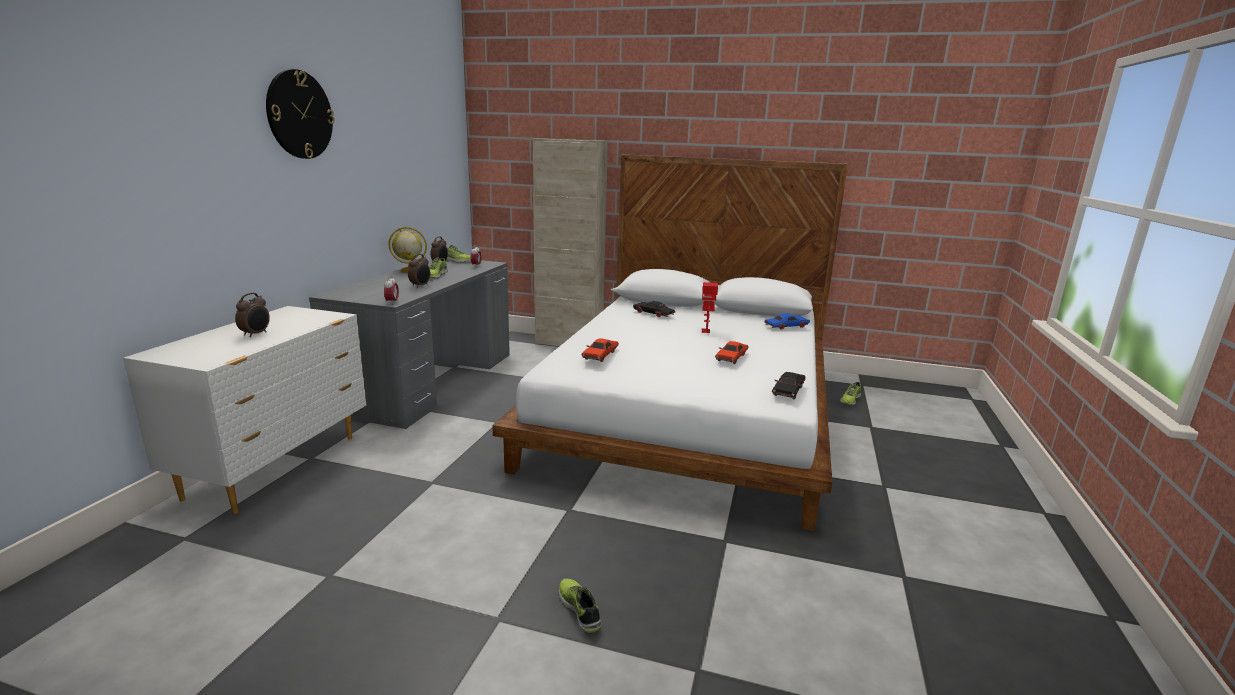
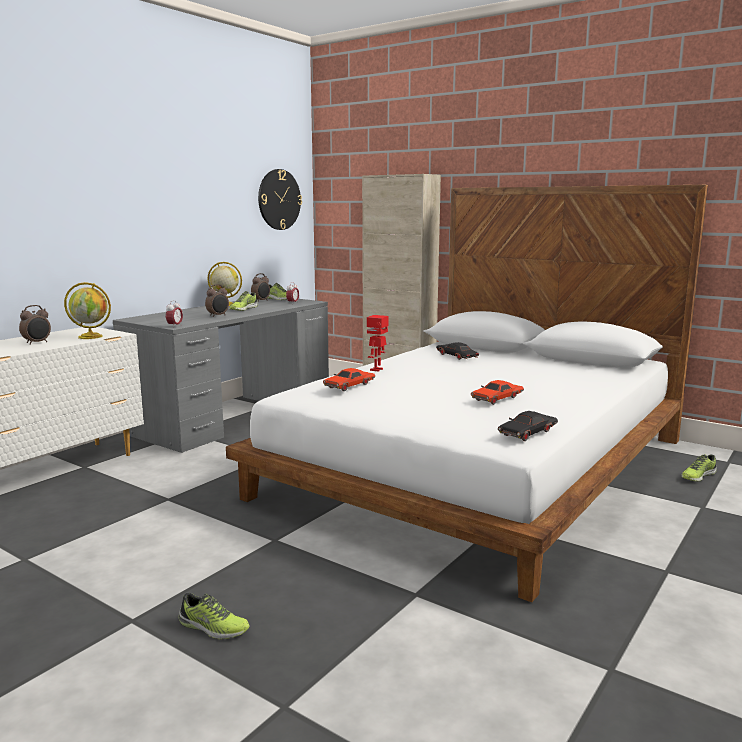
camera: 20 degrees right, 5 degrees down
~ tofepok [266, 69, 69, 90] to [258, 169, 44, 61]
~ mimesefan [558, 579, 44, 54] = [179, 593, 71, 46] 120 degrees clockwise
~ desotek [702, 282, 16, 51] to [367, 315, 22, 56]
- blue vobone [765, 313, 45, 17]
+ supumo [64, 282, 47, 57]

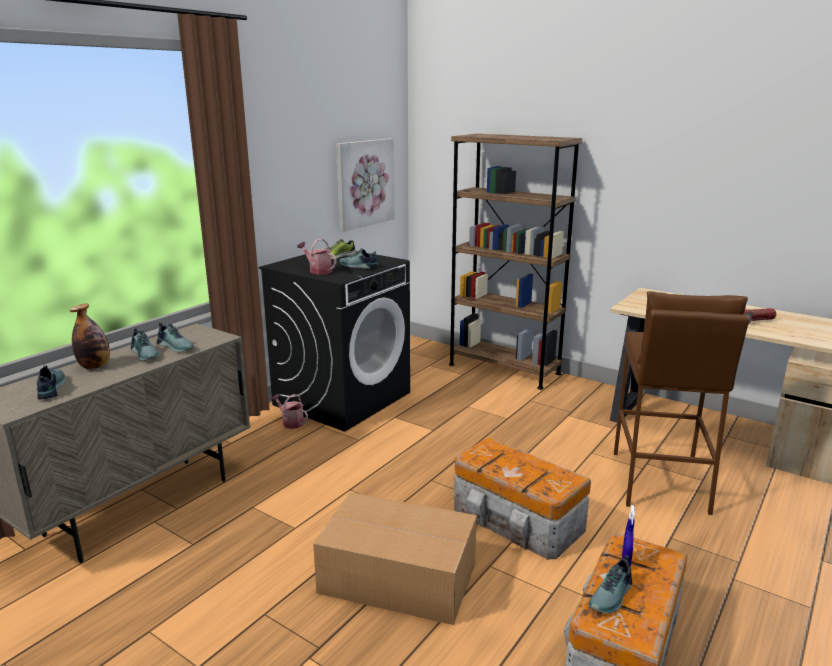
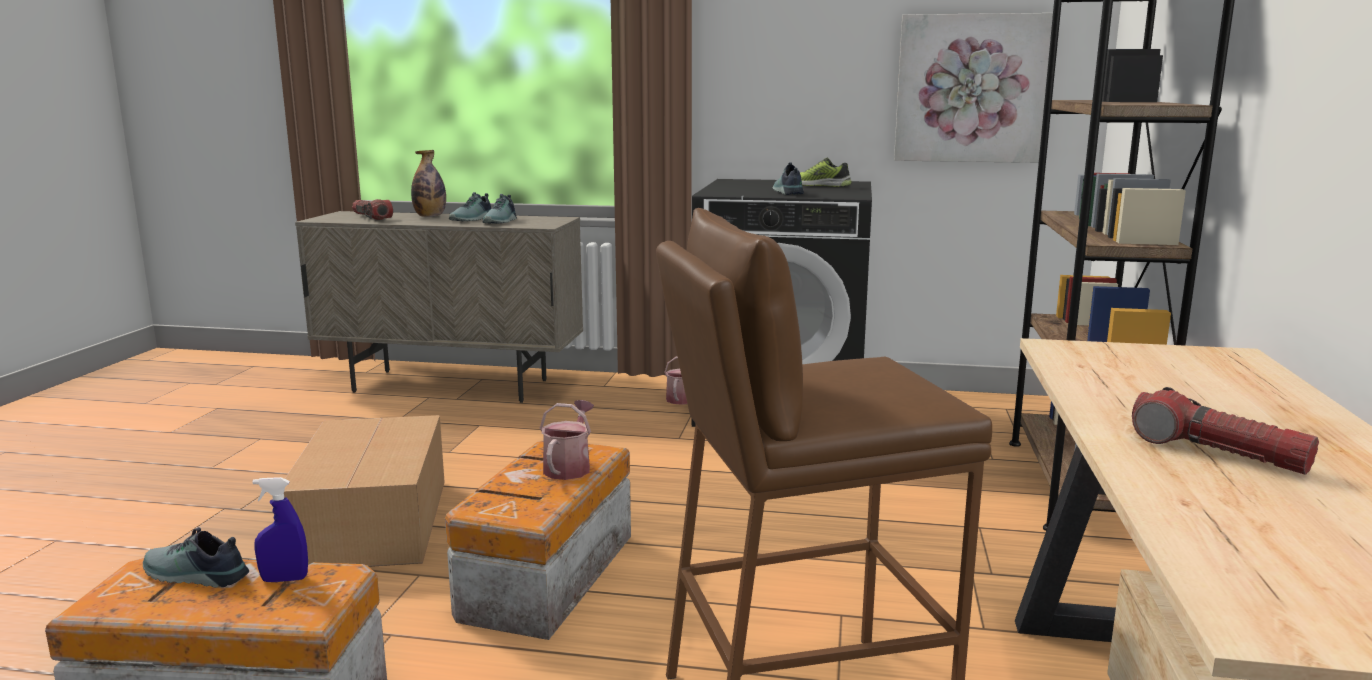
camera: 65 degrees right, 5 degrees down
~ mimesefan [37, 365, 29, 35] to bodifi [352, 199, 41, 21]
~ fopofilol [297, 239, 40, 35] to [540, 400, 54, 80]

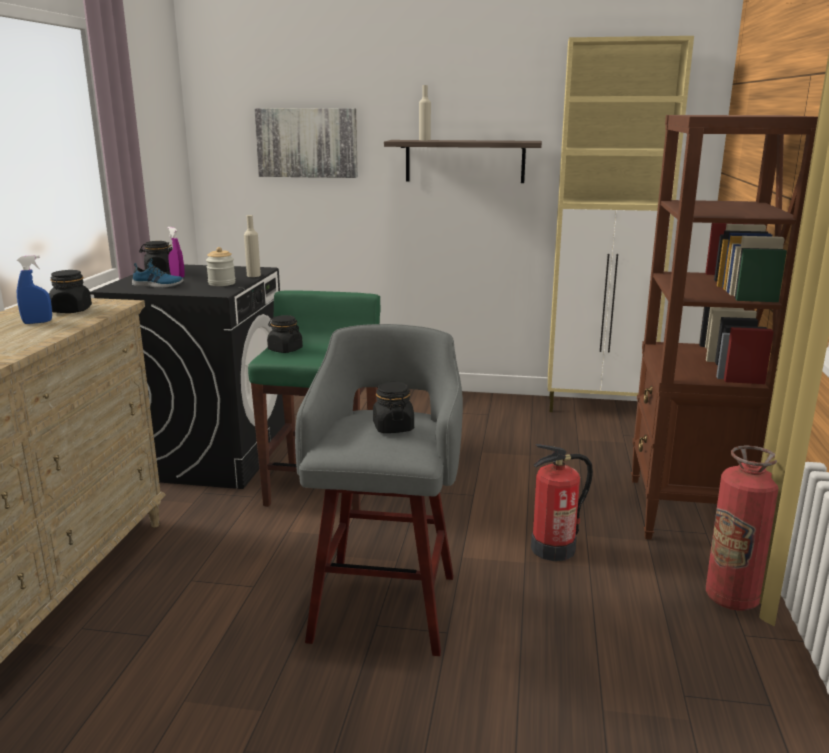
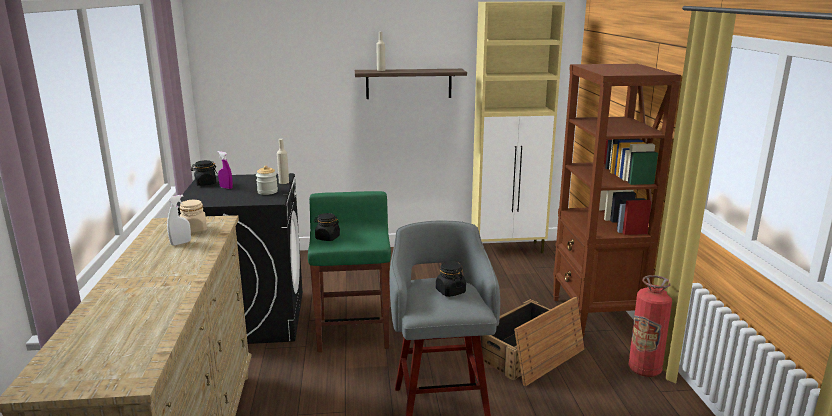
camera: 15 degrees left, 0 degrees up
~ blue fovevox [17, 255, 35, 69] to white fovevox [167, 195, 24, 51]
~ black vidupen [49, 270, 43, 43] to beige vidupen [179, 199, 28, 34]
- mimesefan [132, 259, 52, 29]
- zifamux [254, 108, 104, 70]
~ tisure [531, 444, 62, 117] to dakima [472, 297, 113, 89]

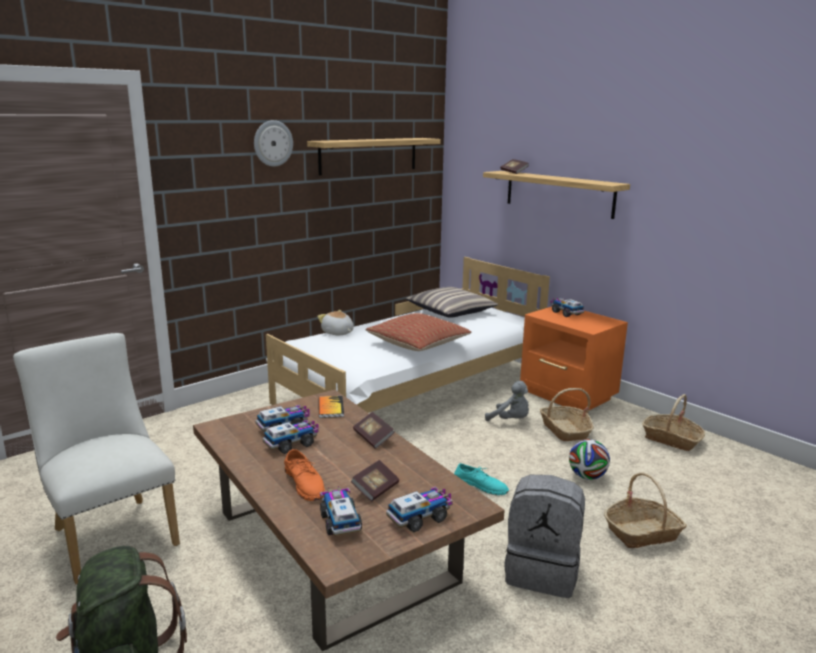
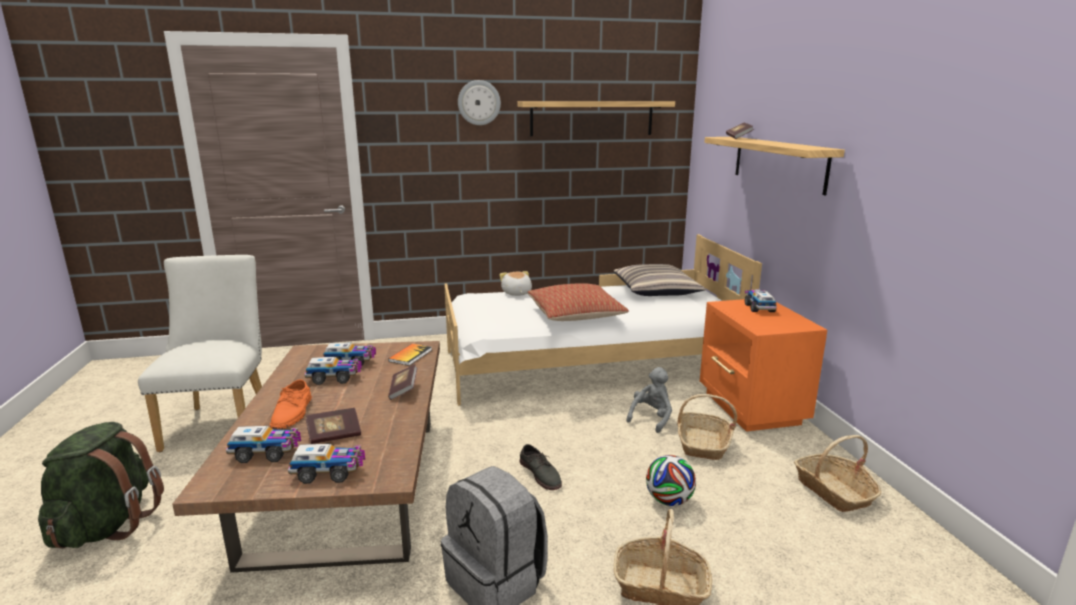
camera: 30 degrees right, 0 degrees up
~ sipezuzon [320, 486, 42, 50] = [226, 426, 75, 37] 75 degrees clockwise
~ turquoise mimesefan [454, 463, 55, 32] to grey mimesefan [519, 444, 43, 46]
~ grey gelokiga [485, 381, 44, 40] = [626, 367, 46, 66] 120 degrees counterclockwise

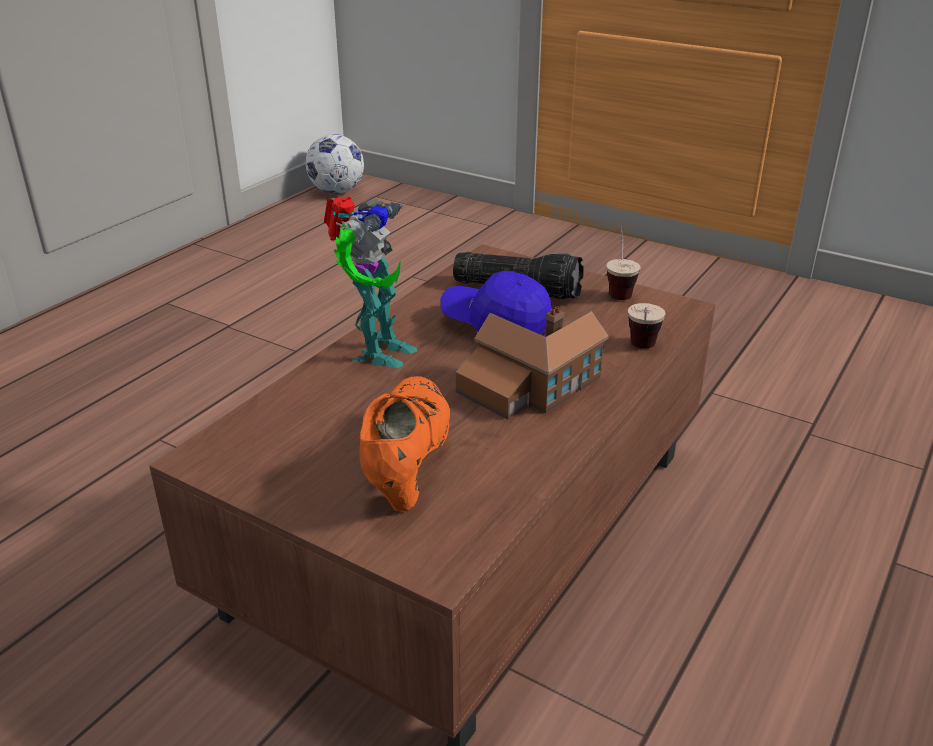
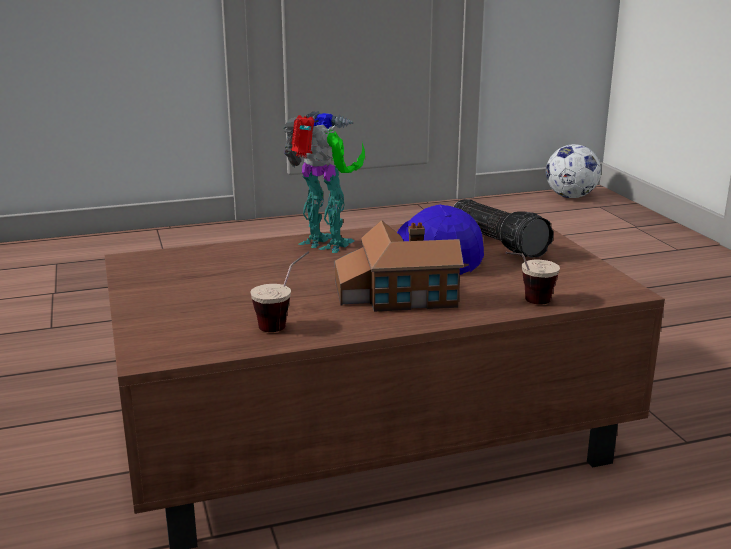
camera: 40 degrees right, 10 degrees down
~ desotek [324, 196, 93, 172] = [283, 111, 82, 142] 120 degrees counterclockwise
- orange mimesefan [360, 376, 90, 136]
~ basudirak [606, 227, 34, 73] to [250, 251, 59, 81]

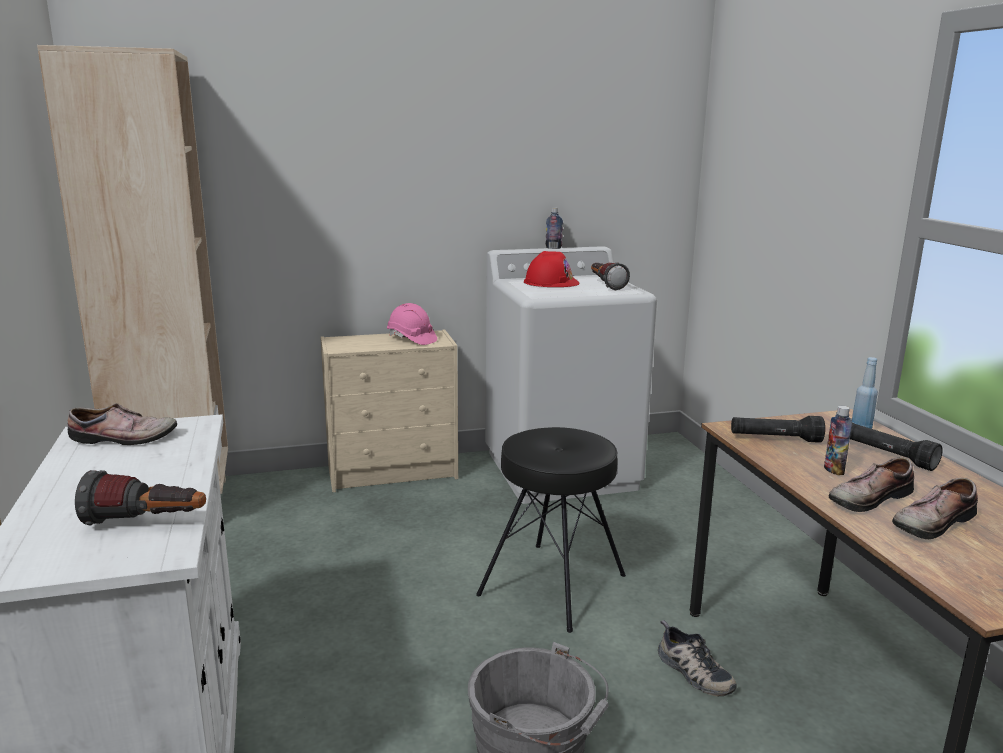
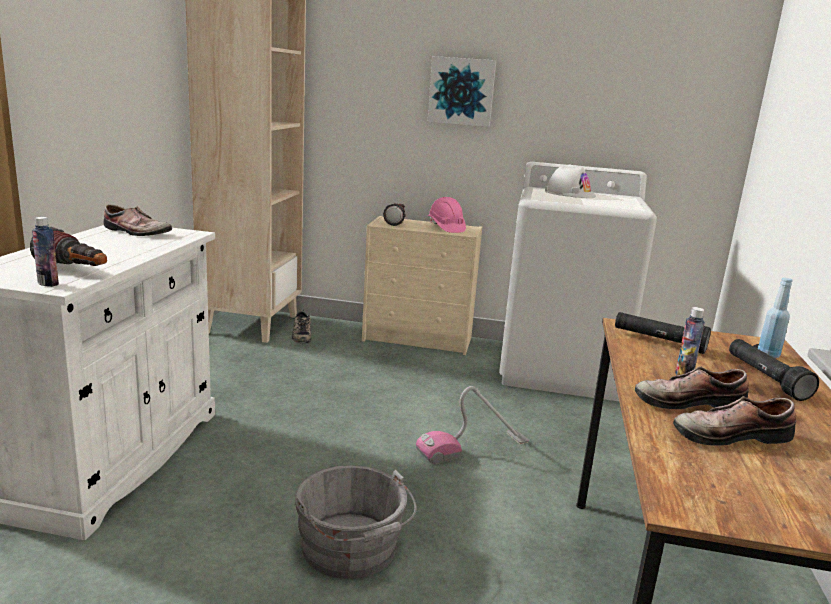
camera: 25 degrees right, 0 degrees up
~ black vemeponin [476, 427, 150, 206] to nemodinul [416, 386, 113, 79]
~ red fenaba [524, 251, 55, 36] to white fenaba [545, 165, 51, 33]
~ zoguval [545, 208, 18, 41] to [32, 217, 27, 70]
~ bodifi [591, 262, 39, 28] to [383, 203, 23, 23]
~ mimesefan [658, 620, 79, 76] to [292, 309, 20, 34]
+ zifamux [428, 56, 68, 71]

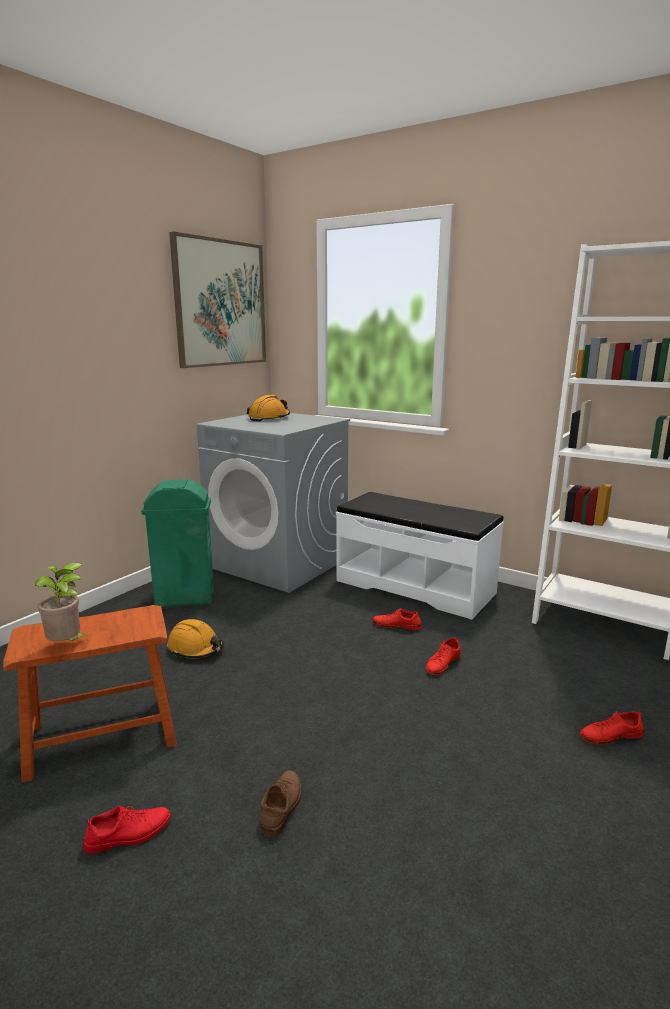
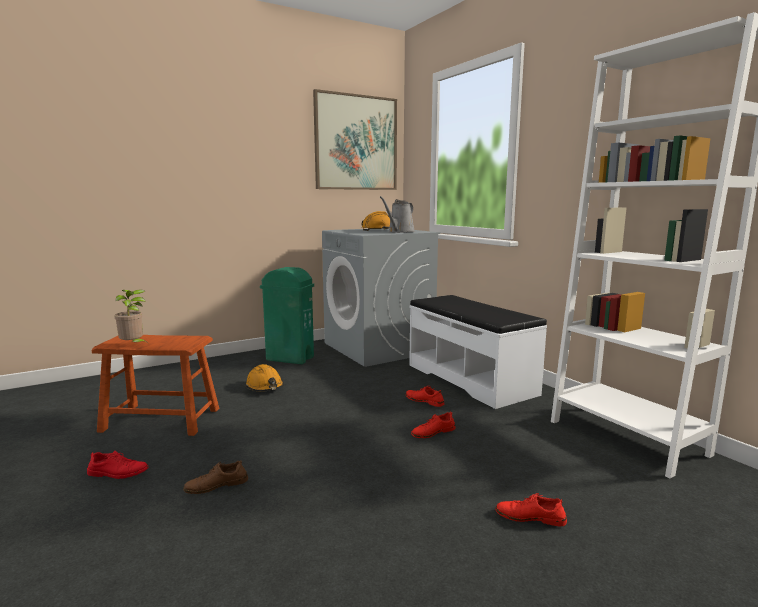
camera: 25 degrees right, 5 degrees down
~ brown mimesefan [260, 770, 41, 67] = [183, 460, 65, 34] 150 degrees counterclockwise
+ grey fopofilol [380, 196, 35, 37]

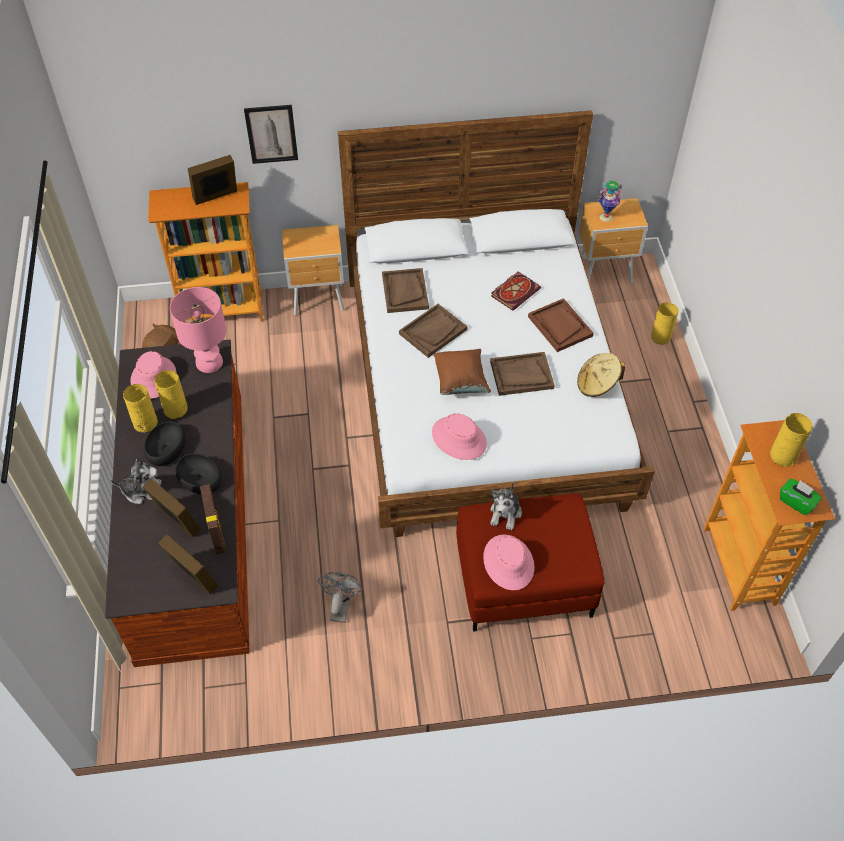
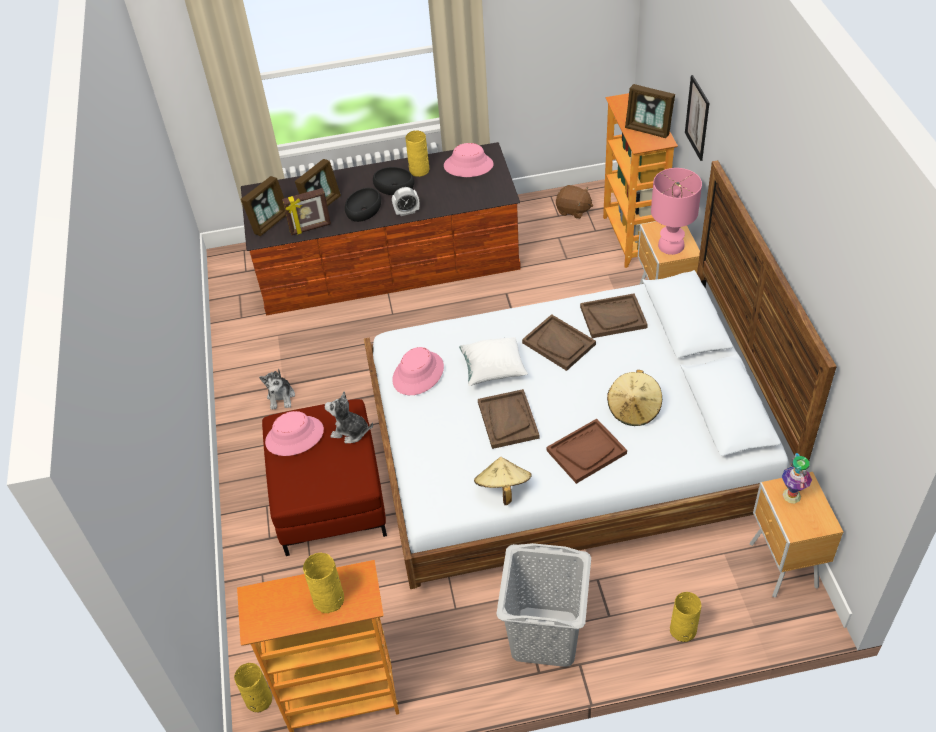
camera: 90 degrees right, 5 degrees down
~ gelokiga [111, 459, 51, 45] to [259, 369, 36, 41]
~ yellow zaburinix [154, 370, 34, 49] to [234, 663, 38, 49]
~ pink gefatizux [170, 287, 57, 86] to [651, 168, 51, 87]
~ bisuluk [188, 155, 49, 50] = [625, 84, 50, 54] 150 degrees clockwise
- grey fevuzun [318, 572, 45, 51]
~ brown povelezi [434, 349, 57, 46] to white povelezi [459, 337, 69, 49]
~ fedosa [491, 272, 50, 39] to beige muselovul [607, 370, 55, 56]
- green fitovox [780, 478, 42, 37]
+ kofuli [392, 187, 27, 29]
+ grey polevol [496, 543, 95, 124]

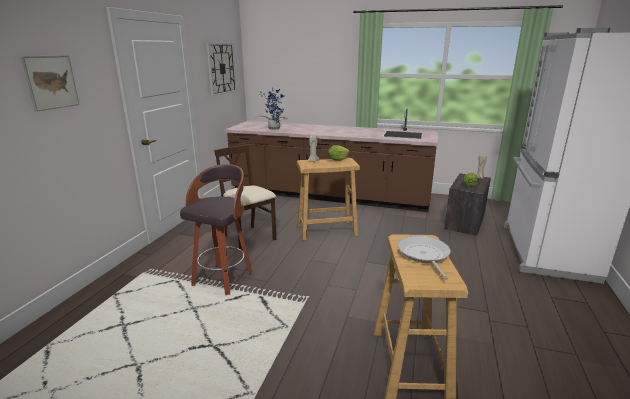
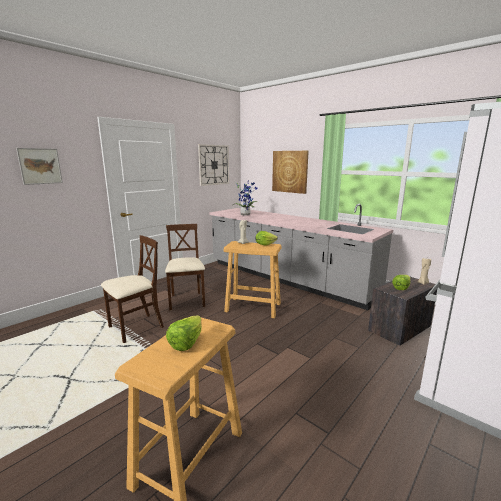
camera: 25 degrees right, 5 degrees down
~ vemeponin [180, 164, 72, 131] to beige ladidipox [101, 235, 63, 108]
~ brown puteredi [225, 108, 213, 104] to grey puteredi [209, 204, 184, 106]
~ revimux [398, 236, 53, 44] to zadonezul [166, 315, 36, 36]
+ zifamux [272, 151, 37, 43]

